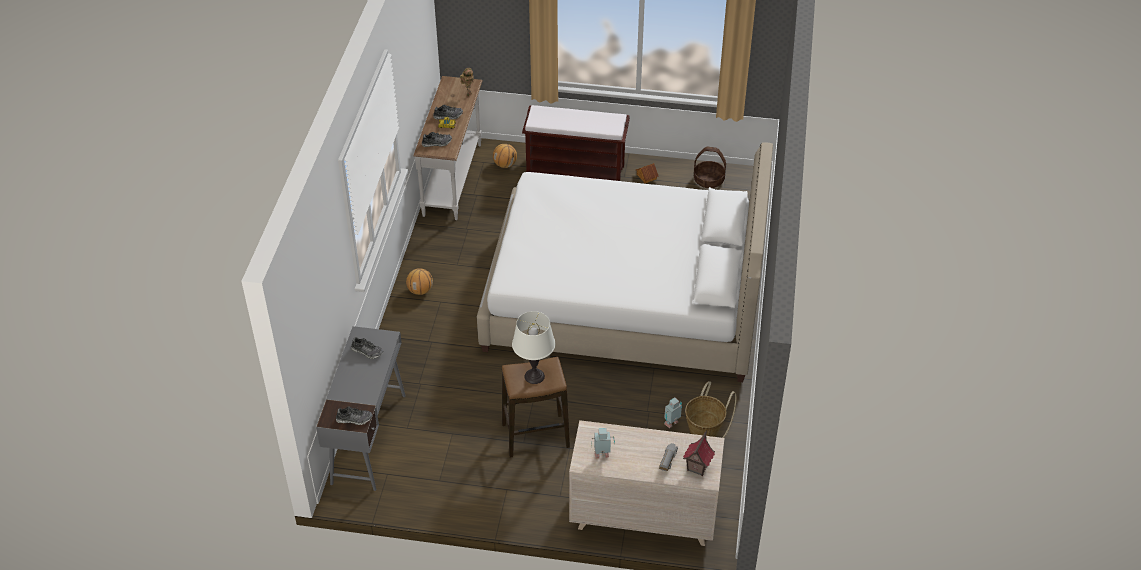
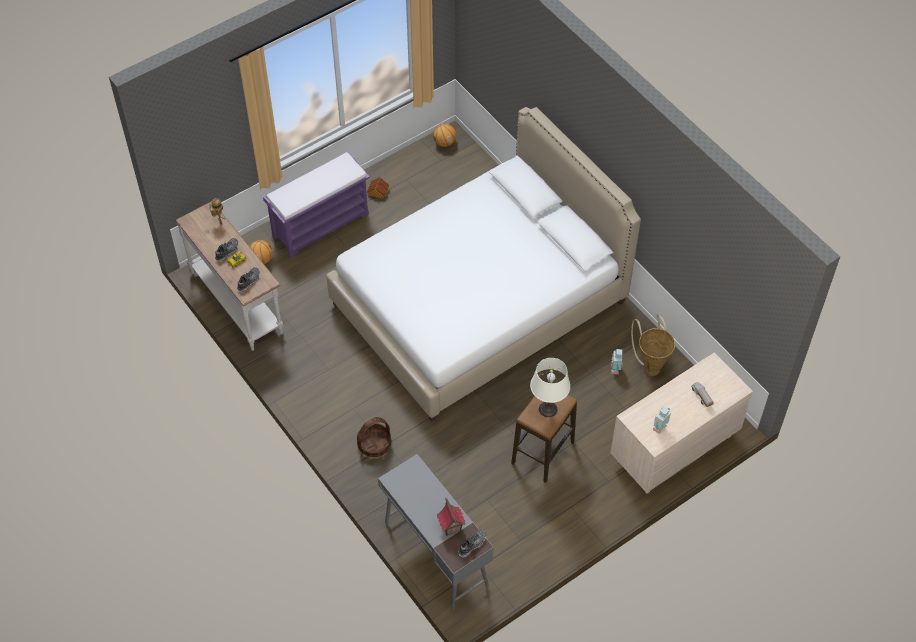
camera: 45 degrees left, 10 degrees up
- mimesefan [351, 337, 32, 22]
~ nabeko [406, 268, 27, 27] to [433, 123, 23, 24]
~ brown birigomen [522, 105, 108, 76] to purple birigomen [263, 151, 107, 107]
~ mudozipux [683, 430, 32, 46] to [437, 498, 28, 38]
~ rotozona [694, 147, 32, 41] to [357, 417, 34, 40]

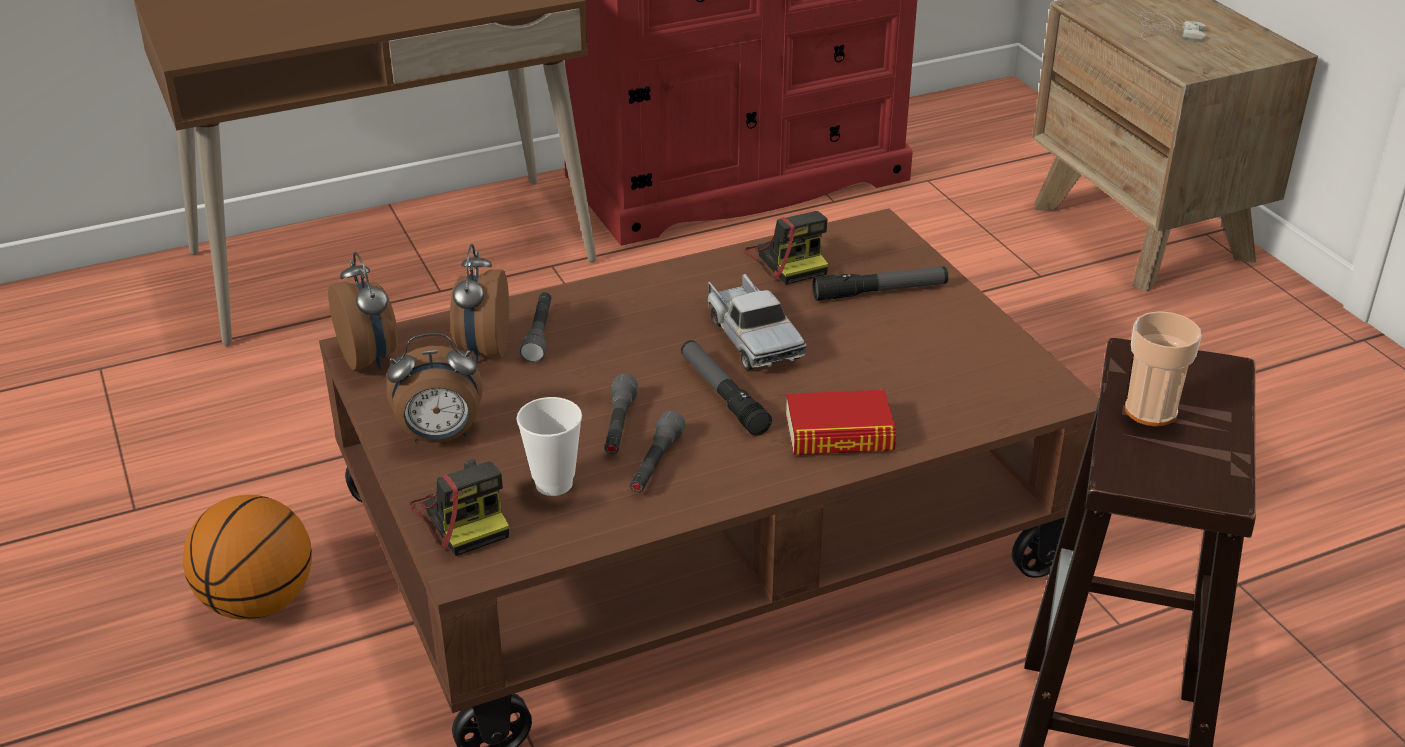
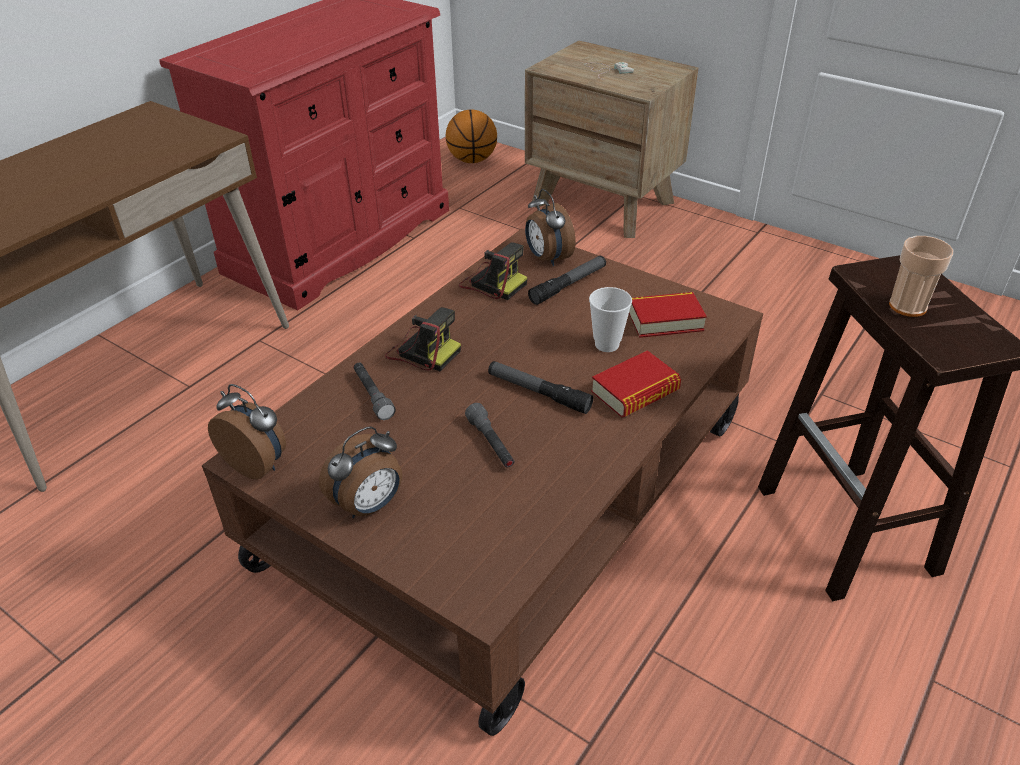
camera: 30 degrees left, 5 degrees up
~ nabeko [183, 495, 129, 125] to [446, 109, 51, 54]
~ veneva [409, 459, 100, 97] to [385, 307, 76, 65]
~ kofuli [450, 244, 59, 119] to [525, 189, 51, 77]
~ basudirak [517, 397, 65, 99] to [589, 287, 43, 65]
- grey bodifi [630, 411, 56, 82]
- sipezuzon [708, 274, 99, 96]
+ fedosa [629, 292, 78, 46]

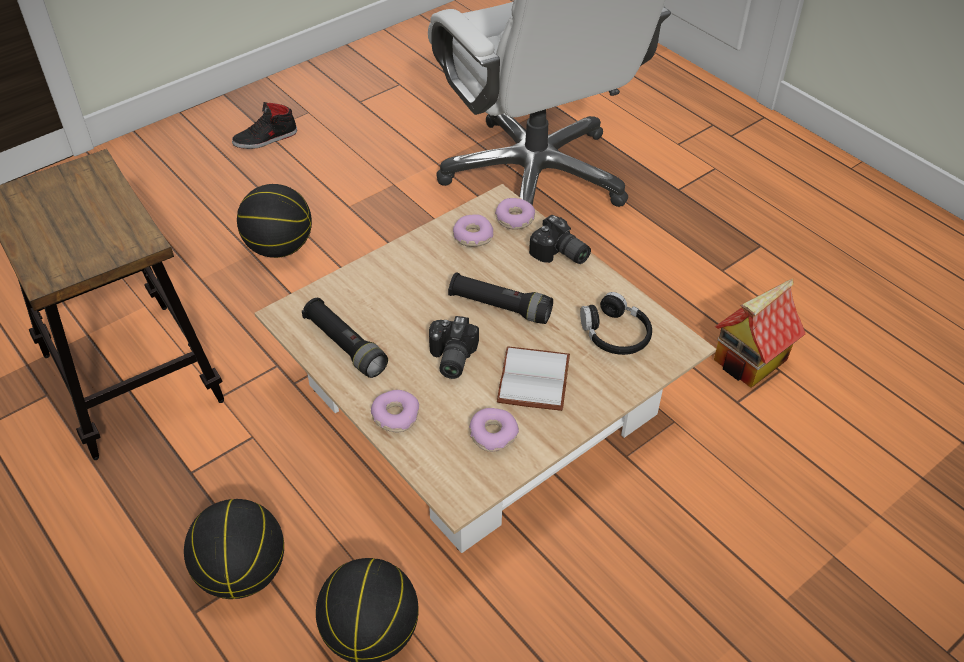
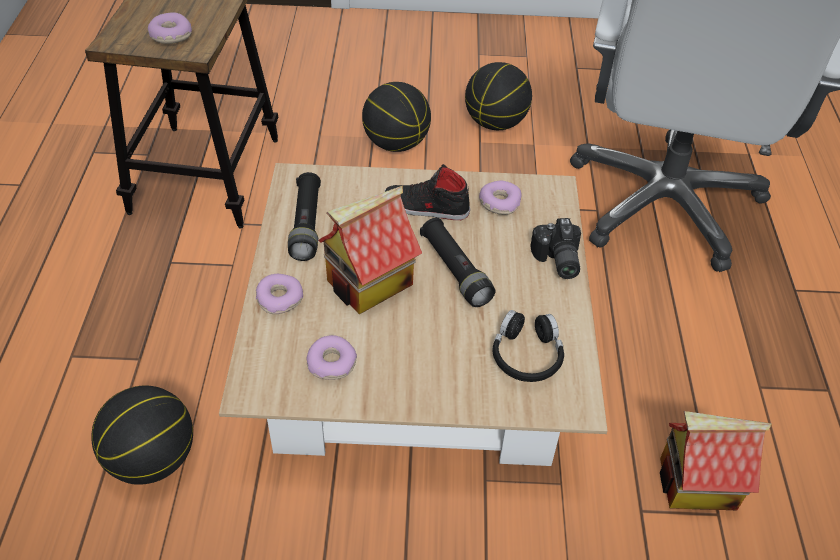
camera: 40 degrees right, 0 degrees up
~ nabeko [184, 499, 100, 100] to [465, 62, 67, 68]
~ black mimesefan [232, 102, 65, 47] to [385, 164, 85, 56]
~ veneva [429, 316, 50, 63] to mudozipux [318, 186, 104, 128]
~ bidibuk [495, 198, 40, 32] to [148, 13, 44, 31]
- white fedosa [497, 346, 73, 65]

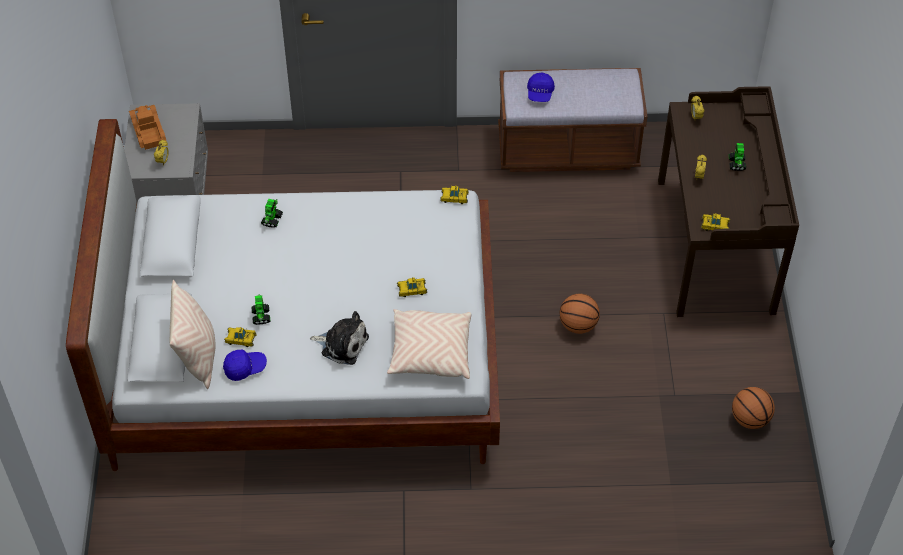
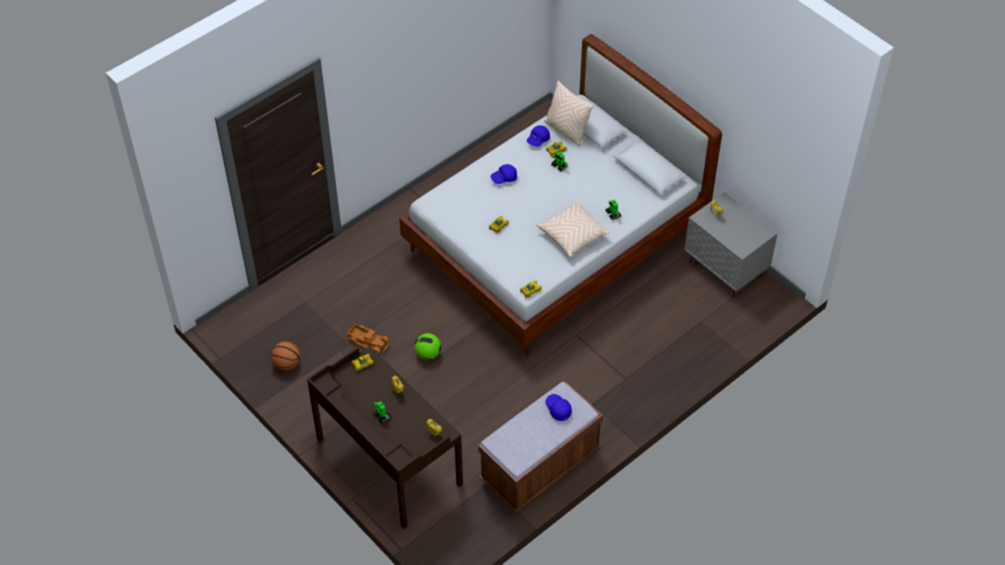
camera: 140 degrees right, 0 degrees up
~ sipezuzon [129, 105, 38, 45] to [347, 324, 42, 30]
~ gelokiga [310, 311, 59, 54] to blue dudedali [490, 164, 27, 20]
~ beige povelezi [387, 309, 84, 70] to [536, 201, 74, 56]
~ nabeko [559, 294, 41, 40] to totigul [414, 333, 27, 27]

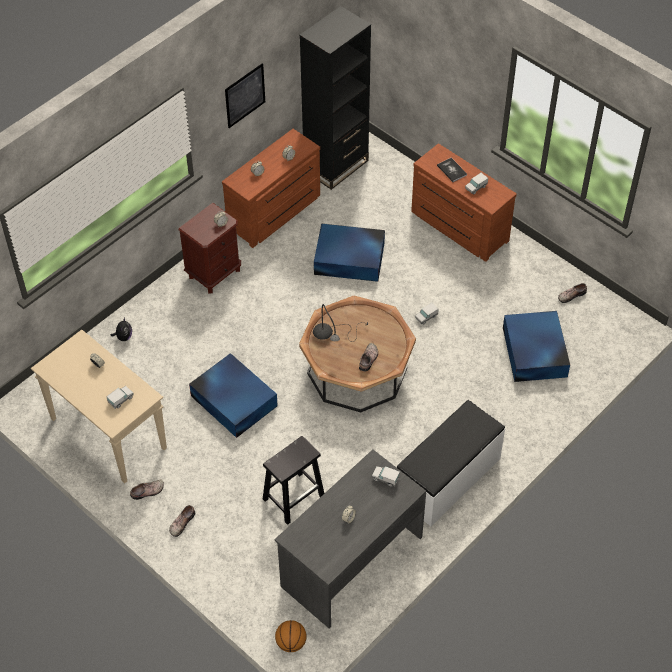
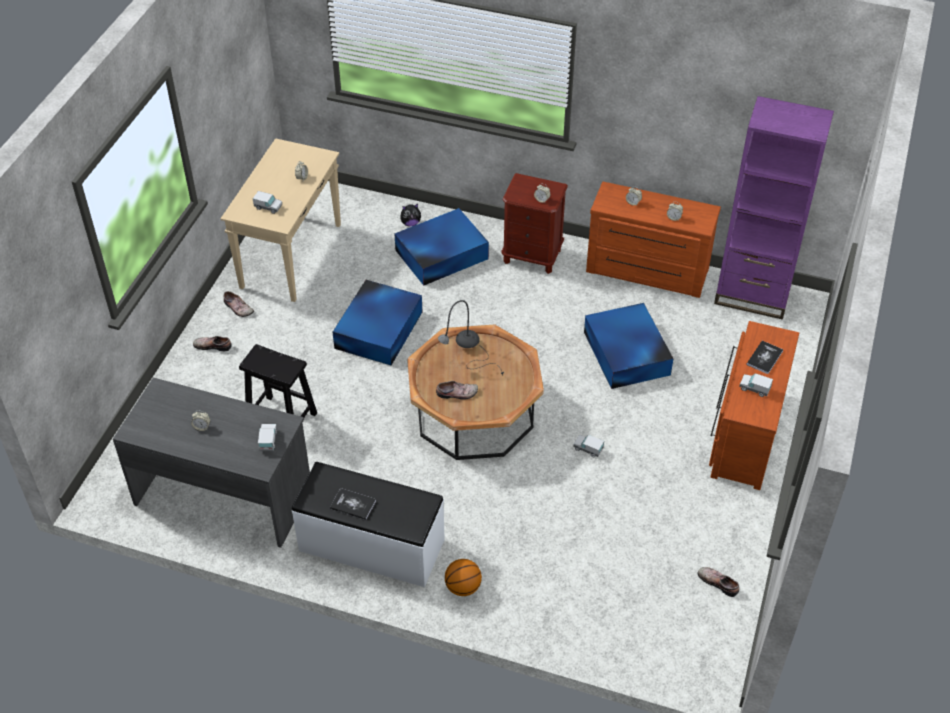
camera: 65 degrees right, 5 degrees down
- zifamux [225, 63, 40, 65]
~ nabeko [275, 620, 32, 32] to [445, 559, 37, 37]
~ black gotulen [300, 6, 71, 184] to purple gotulen [714, 96, 120, 224]
~ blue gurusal [503, 311, 67, 71] to [395, 208, 94, 77]
+ fedosa [330, 488, 46, 32]

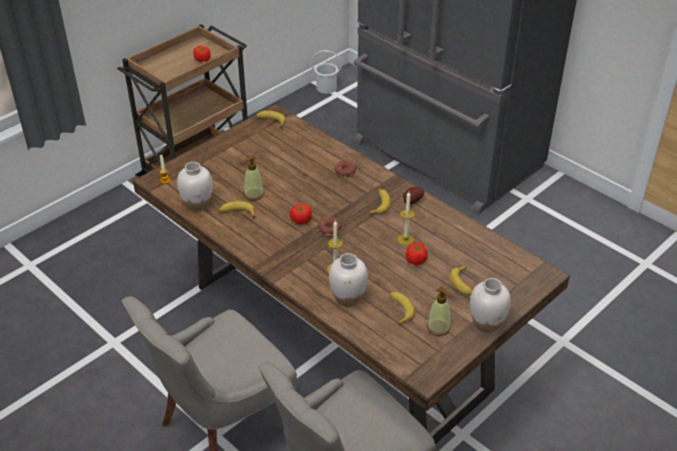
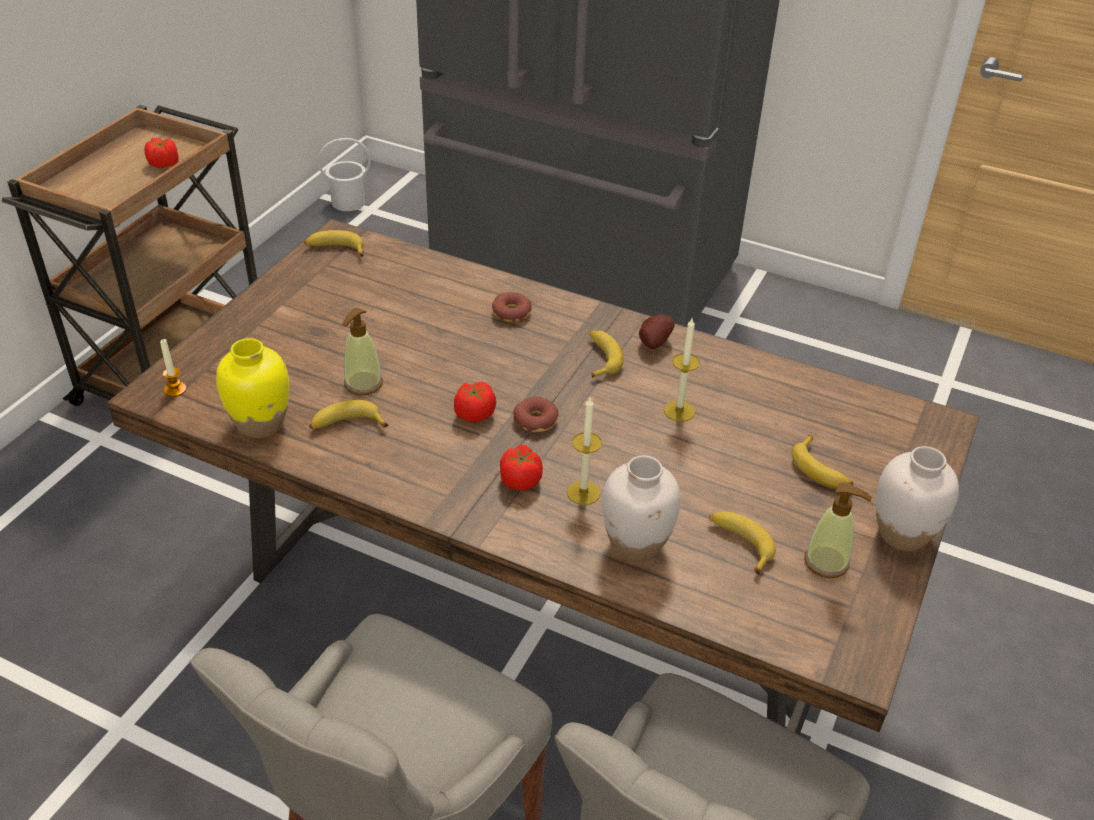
camera: 20 degrees left, 0 degrees up
~ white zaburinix [177, 162, 35, 50] to yellow zaburinix [216, 338, 73, 100]
~ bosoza [406, 242, 22, 23] to [500, 445, 43, 46]

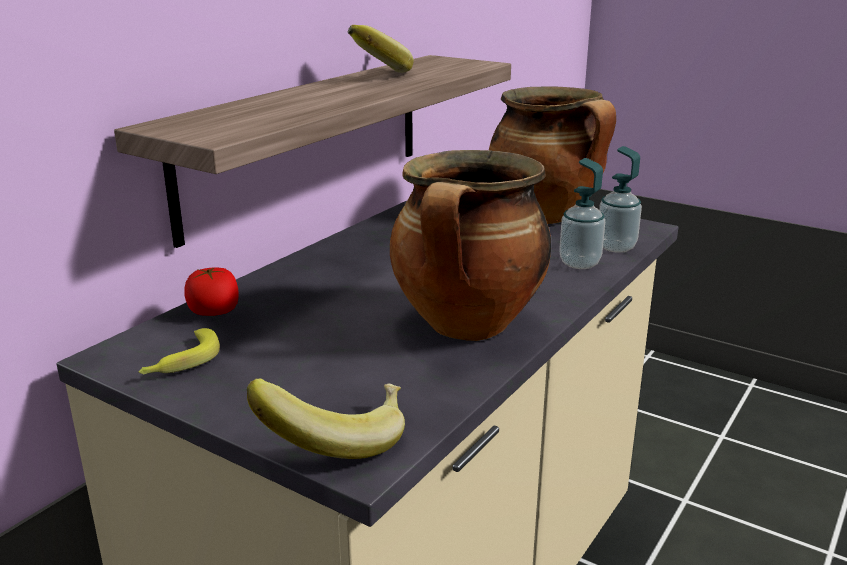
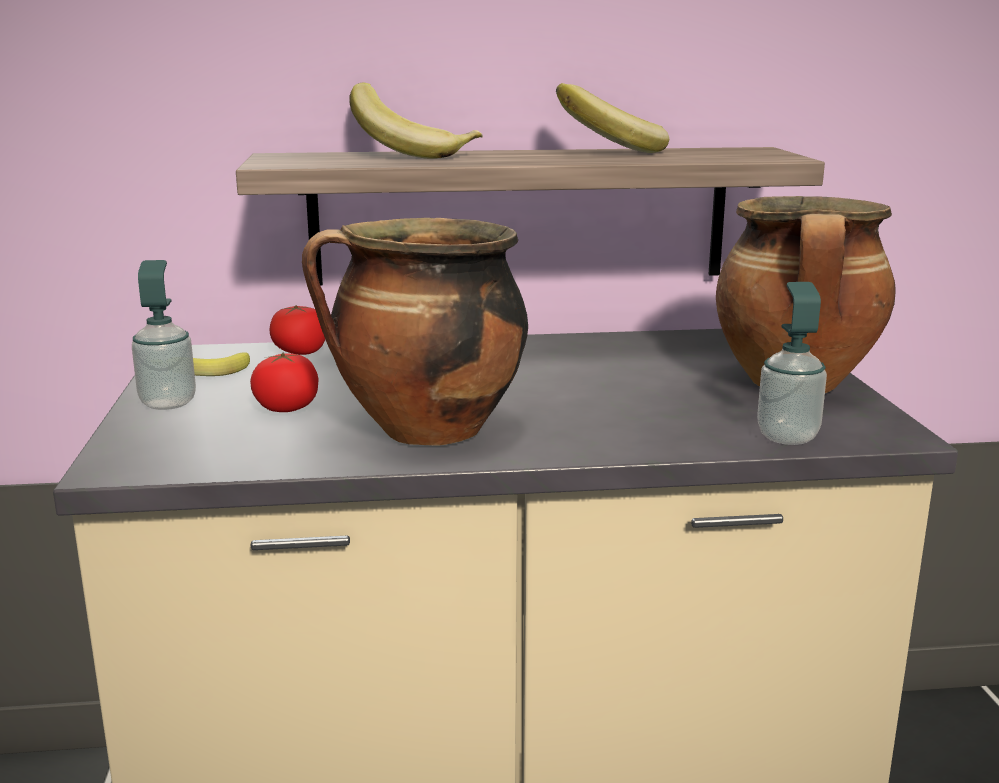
camera: 50 degrees right, 5 degrees down
~ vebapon [247, 379, 158, 80] to [349, 82, 134, 77]
~ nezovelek [559, 158, 46, 111] to [132, 260, 64, 150]
+ bosoza [250, 352, 68, 60]

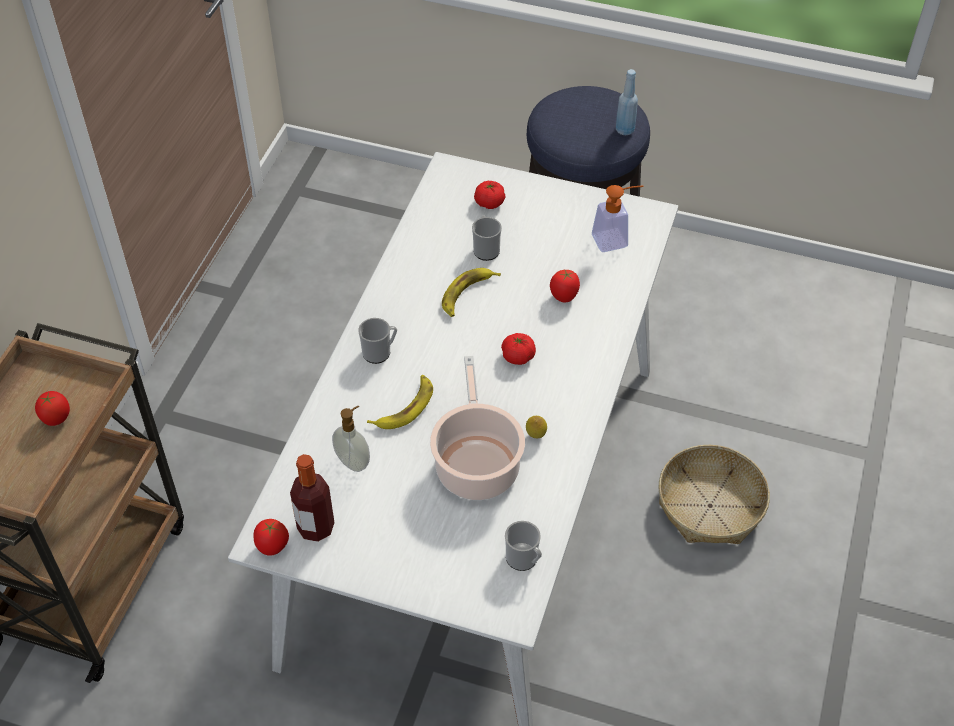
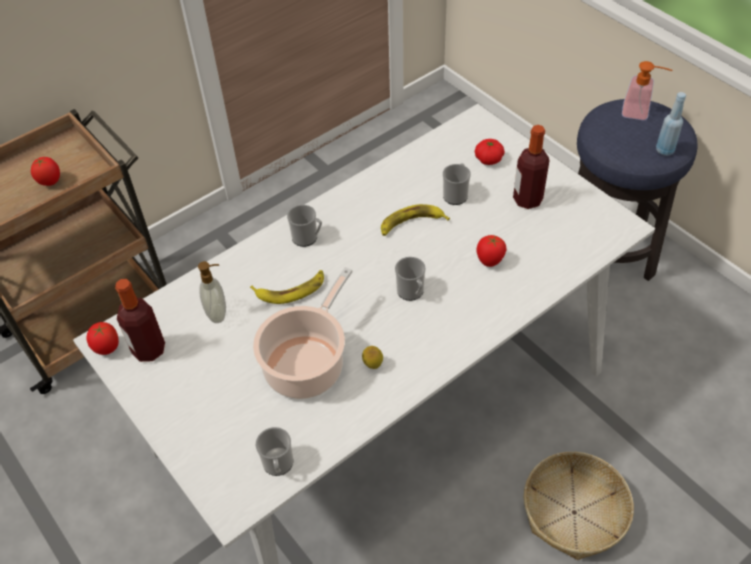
camera: 35 degrees right, 0 degrees up
~ bosoza [501, 333, 35, 32] to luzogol [395, 257, 31, 44]
~ nezovelek [592, 185, 51, 67] to [622, 61, 51, 59]
+ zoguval [513, 125, 37, 84]

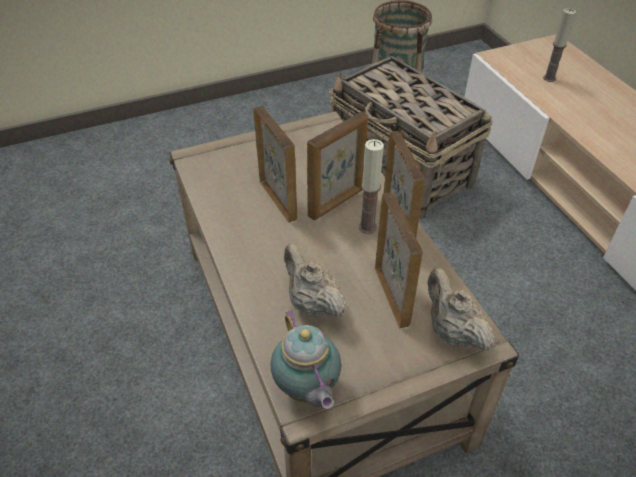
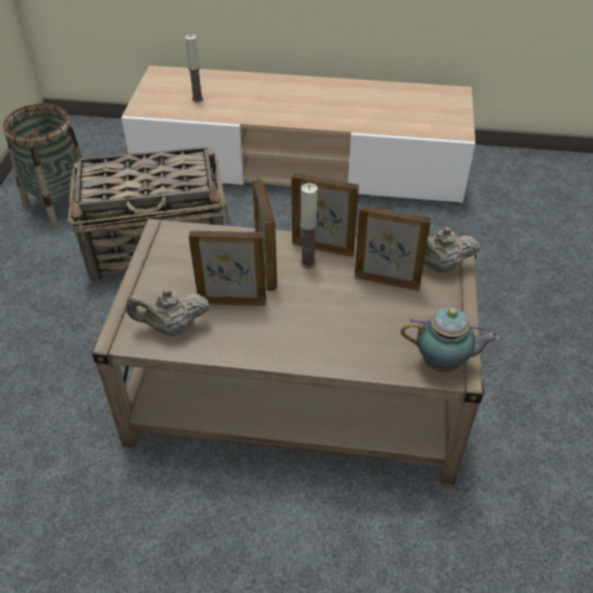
camera: 60 degrees left, 0 degrees up
~ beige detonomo [284, 244, 63, 73] to [126, 288, 83, 48]

